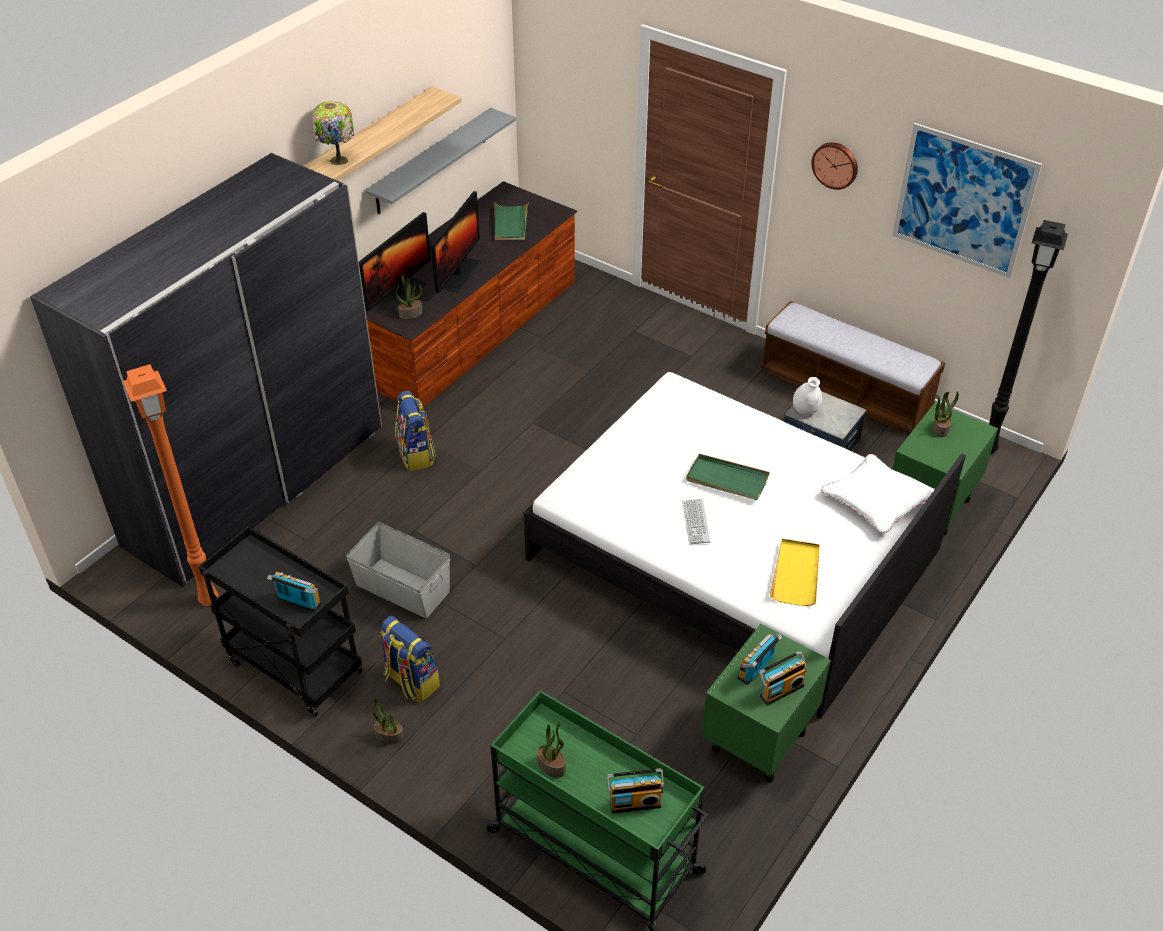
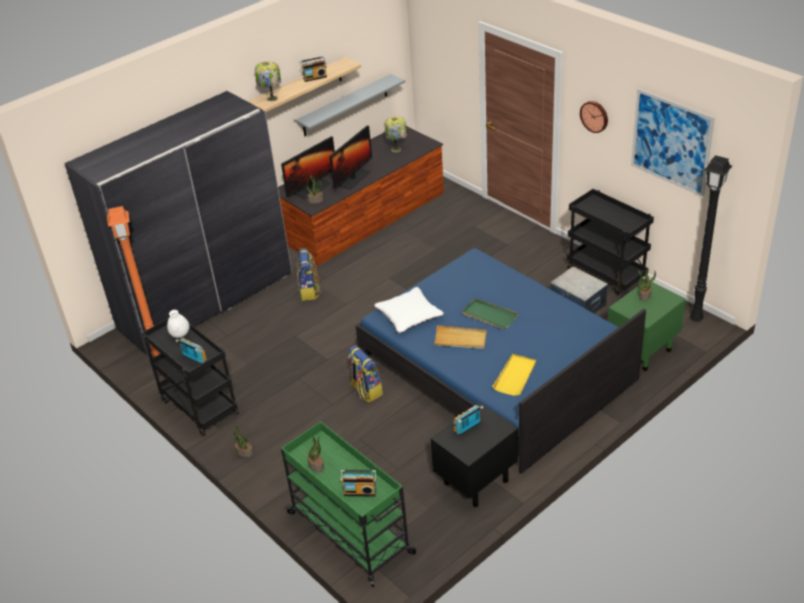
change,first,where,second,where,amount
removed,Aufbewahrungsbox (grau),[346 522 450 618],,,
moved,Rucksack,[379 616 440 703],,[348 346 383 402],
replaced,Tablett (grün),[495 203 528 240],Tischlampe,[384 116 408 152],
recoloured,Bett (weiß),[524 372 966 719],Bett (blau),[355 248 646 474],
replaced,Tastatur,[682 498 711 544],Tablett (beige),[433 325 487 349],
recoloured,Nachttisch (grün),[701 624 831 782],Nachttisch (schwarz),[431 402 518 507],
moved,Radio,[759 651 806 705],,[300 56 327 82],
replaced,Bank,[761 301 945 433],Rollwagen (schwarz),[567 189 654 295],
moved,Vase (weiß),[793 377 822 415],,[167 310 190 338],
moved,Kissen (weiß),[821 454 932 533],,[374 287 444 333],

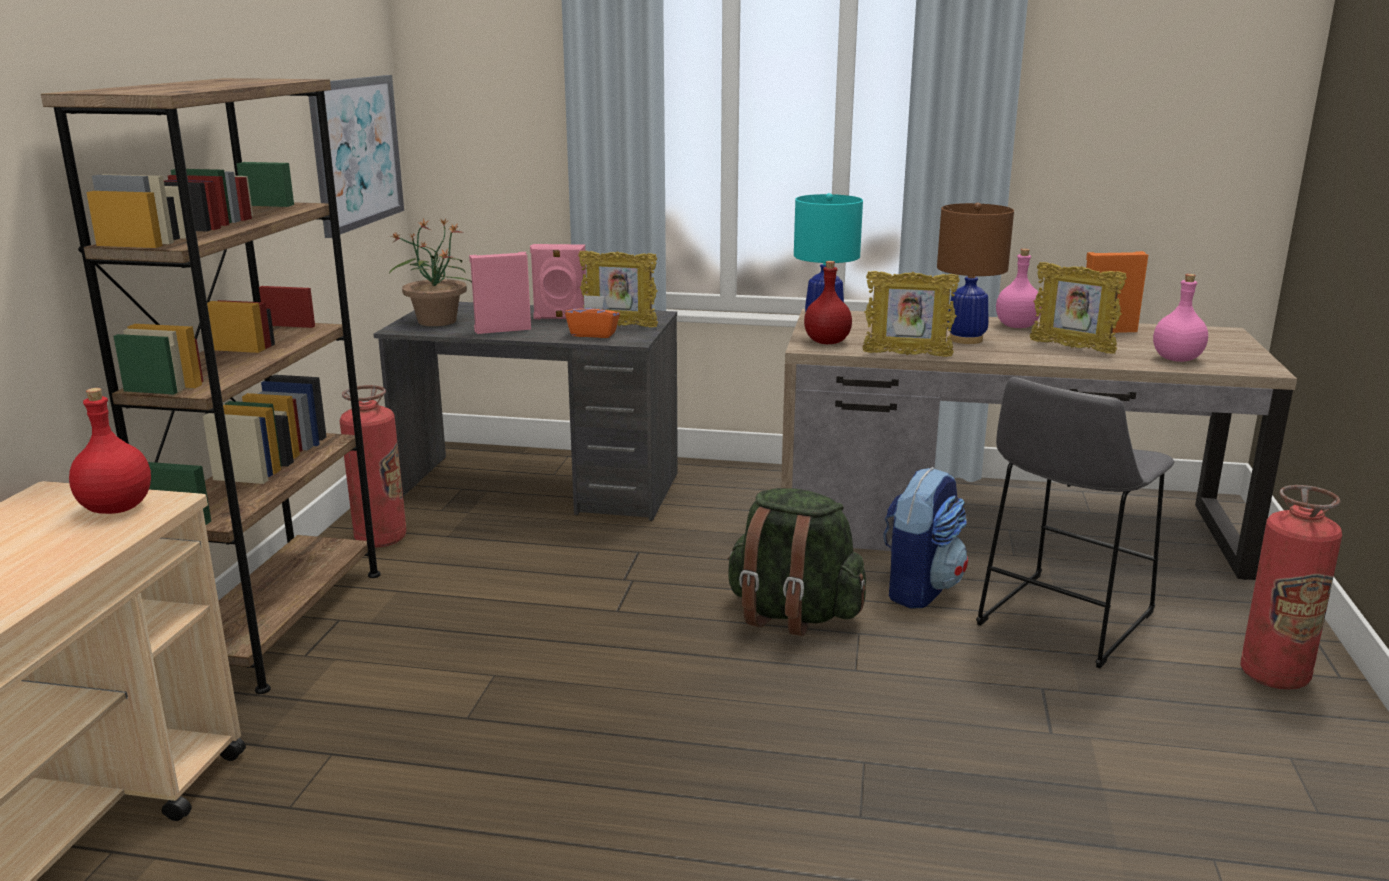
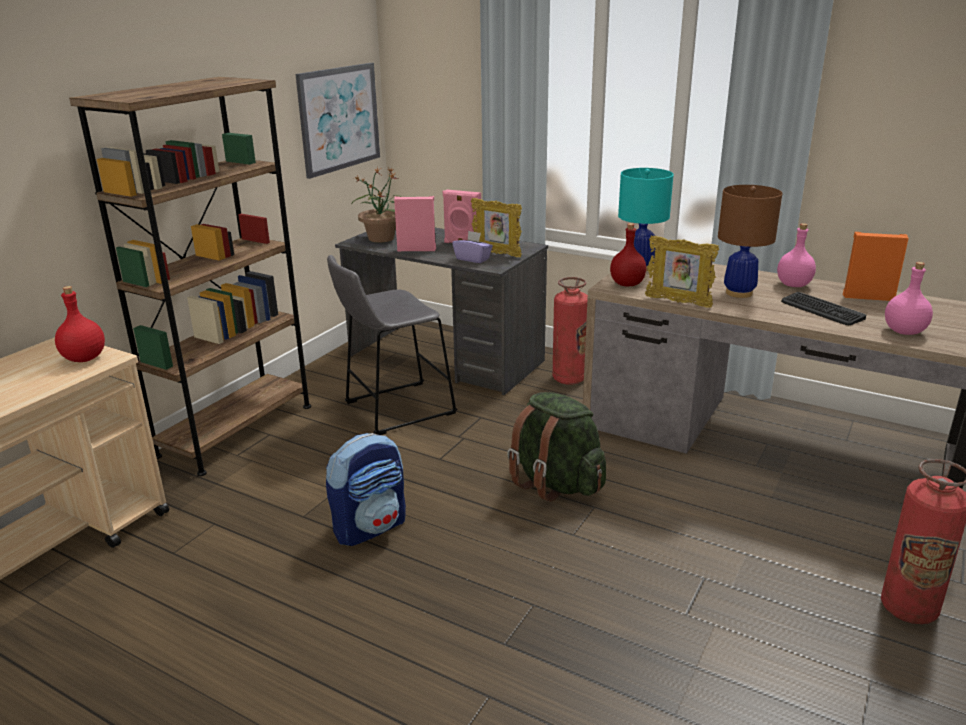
change,first,where,second,where,amount
moved,Feuerlöscher,[340 385 407 547],,[552 277 588 385],
recoloured,Taschentuchbox (orange),[565 295 620 338],Taschentuchbox (lila),[452 231 493 263],
moved,Rucksack,[884 467 968 609],,[326 433 406 546],
moved,Hocker (grau),[976 377 1174 668],,[327 255 457 435],
replaced,Bilderrahmen,[1030 262 1127 354],Tastatur,[781 292 866 325],

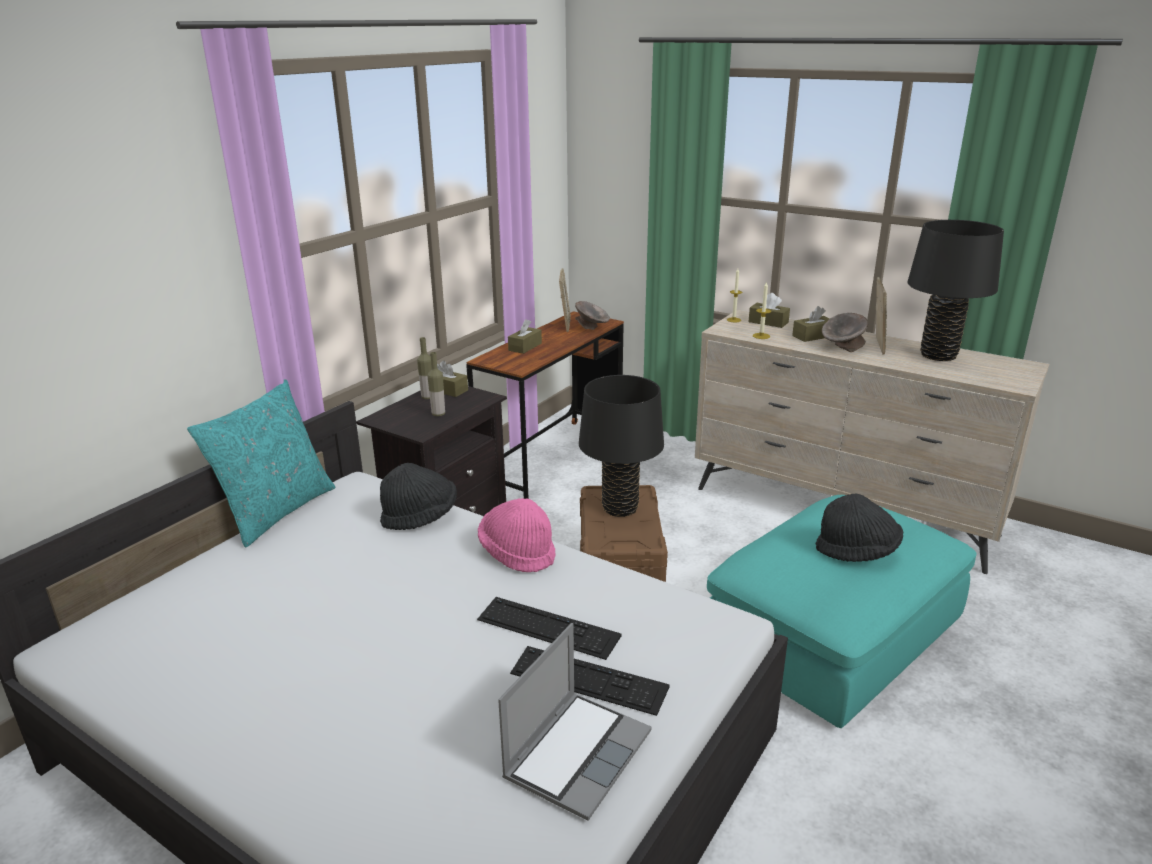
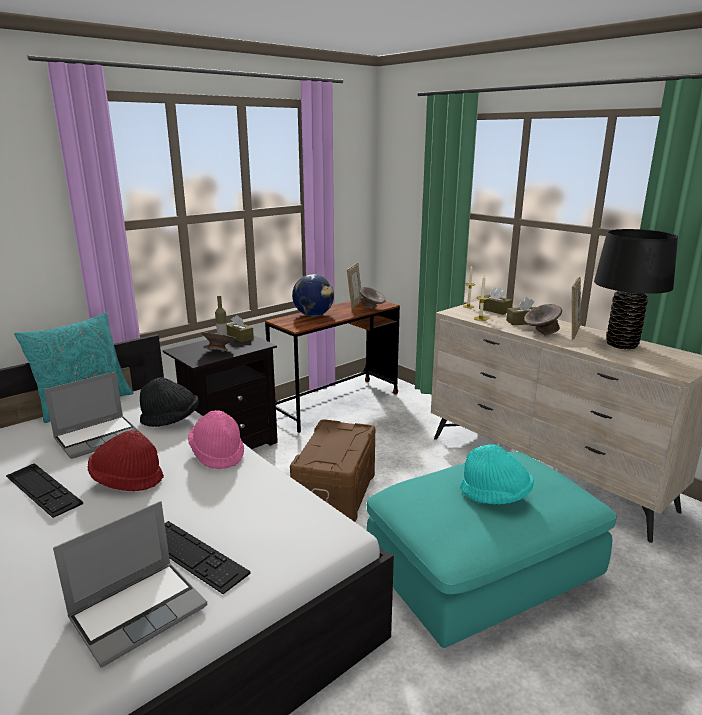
change,first,where,second,where,amount
replaced,Flasche,[428 352 445 416],Schüssel (grau),[202 332 237 351],
moved,Tastatur,[477 597 621 660],,[6 463 83 518],
replaced,Taschentuchbox (braun),[508 319 542 354],Globus,[292 274 334 316],
removed,Tischlampe (schwarz),[579 375 664 517],,,
recoloured,Hut (schwarz),[816 494 903 562],Hut (türkis),[460 444 534 505],
added,,,Laptop,[44 372 141 459],
added,,,Hut (rot),[87 430 164 491],

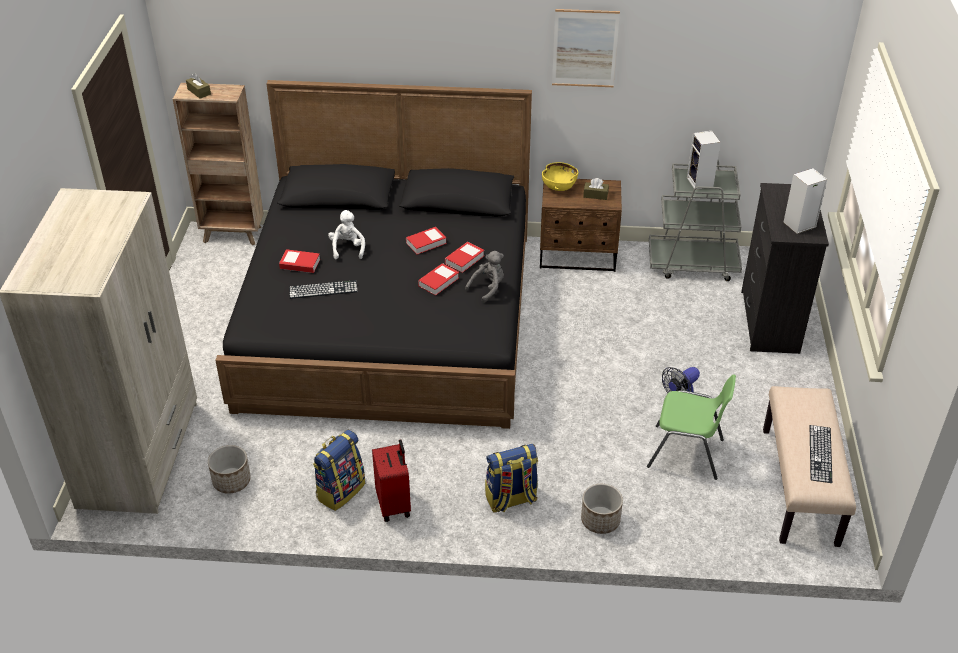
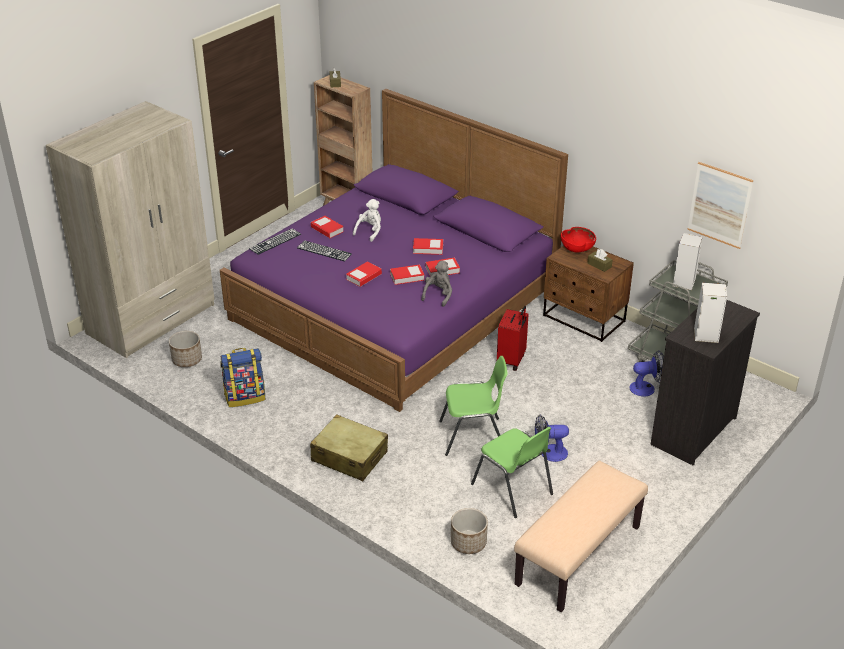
change,first,where,second,where,amount
recoloured,Bett (schwarz),[215 80 532 429],Bett (lila),[220 89 568 412],
moved,Koffer (rot),[372 439 411 522],,[497 306 529 371],
turned,Plüschtier (grau),[465 251 504 303],,[421 261 452 307],60 degrees counterclockwise
replaced,Rucksack,[485 444 538 512],Koffer (beige),[310 414 388 481],
recoloured,Schüssel (gelb),[542 162 578 191],Schüssel (rot),[561 227 596 252],
moved,Bild,[552 9 620 87],,[687 162 753 249],
moved,Pflanzkübel,[581 484 623 534],,[451 508 488 554],
moved,Tastatur,[810 425 832 483],,[249 228 301 255],
added,,,Buch,[346 261 382 287],
added,,,Stuhl (grün),[439 356 508 456],
added,,,Ventilator,[630 351 664 396],

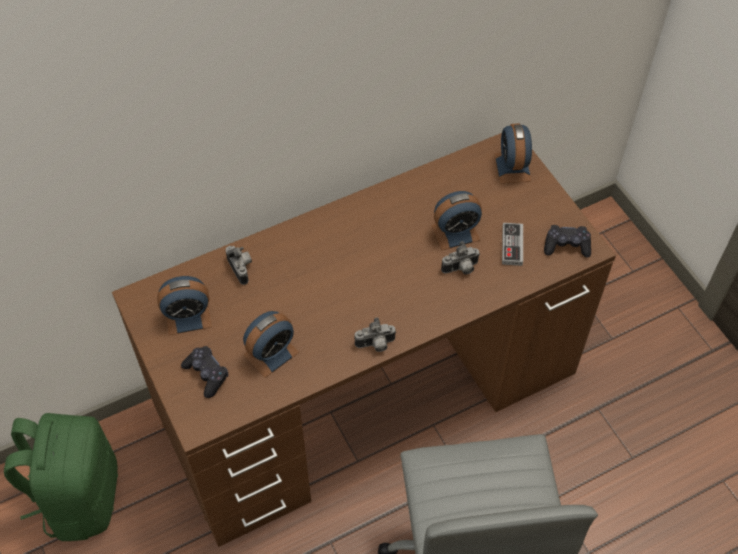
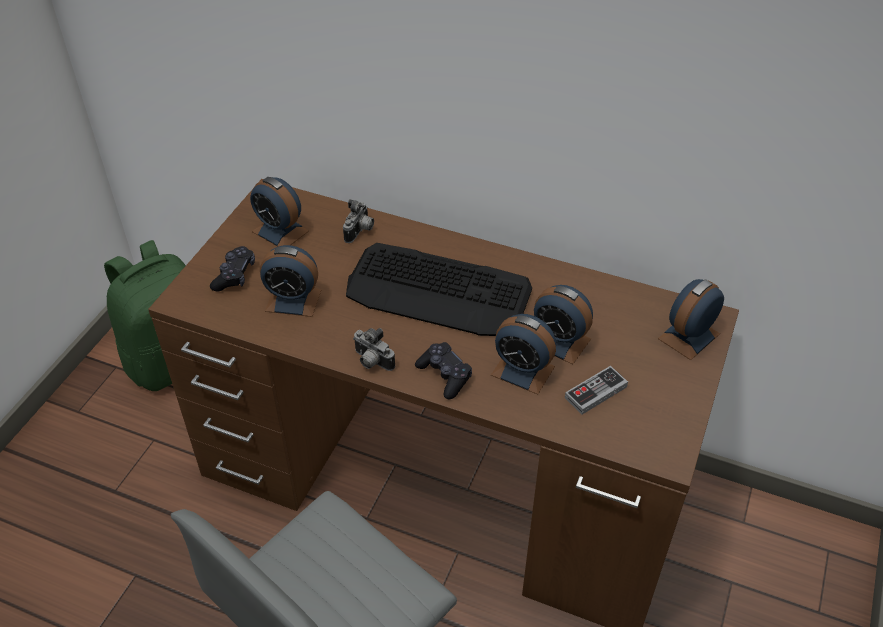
change,first,where,second,where,amount
replaced,Kamera,[441 241 480 274],Wecker,[491 314 556 395],
moved,Gamepad (schwarz),[544 225 591 257],,[415 342 472 399],
added,,,Tastatur,[346 243 532 336],

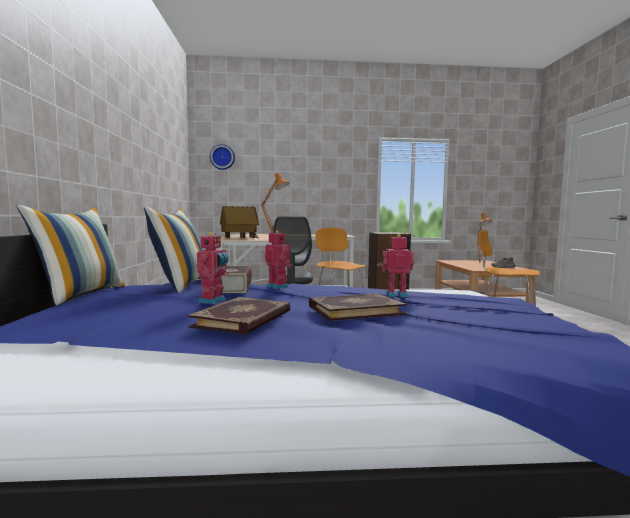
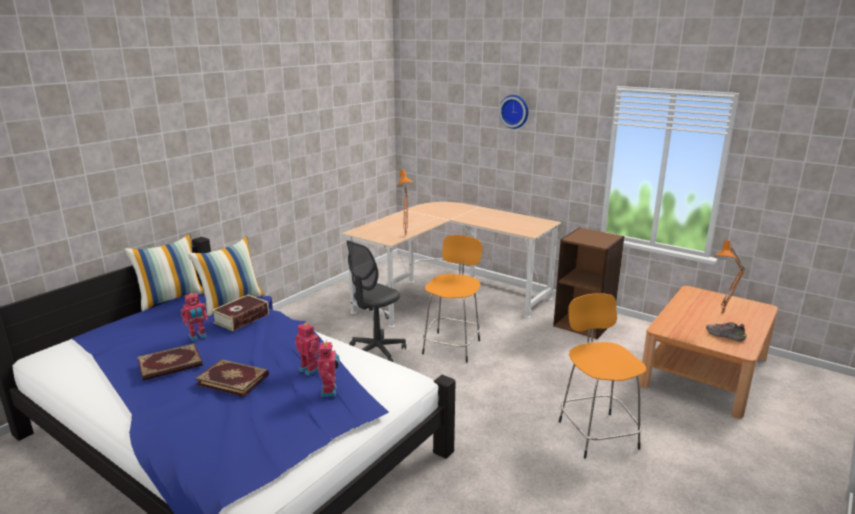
change,first,where,second,where,amount
moved,Wanduhr,[210 144 235 170],,[499 95 528 129],
removed,Spielzeughaus,[220 206 259 238],,,
moved,Spielzeugroboter,[265 230 292 289],,[317 340 339 397],

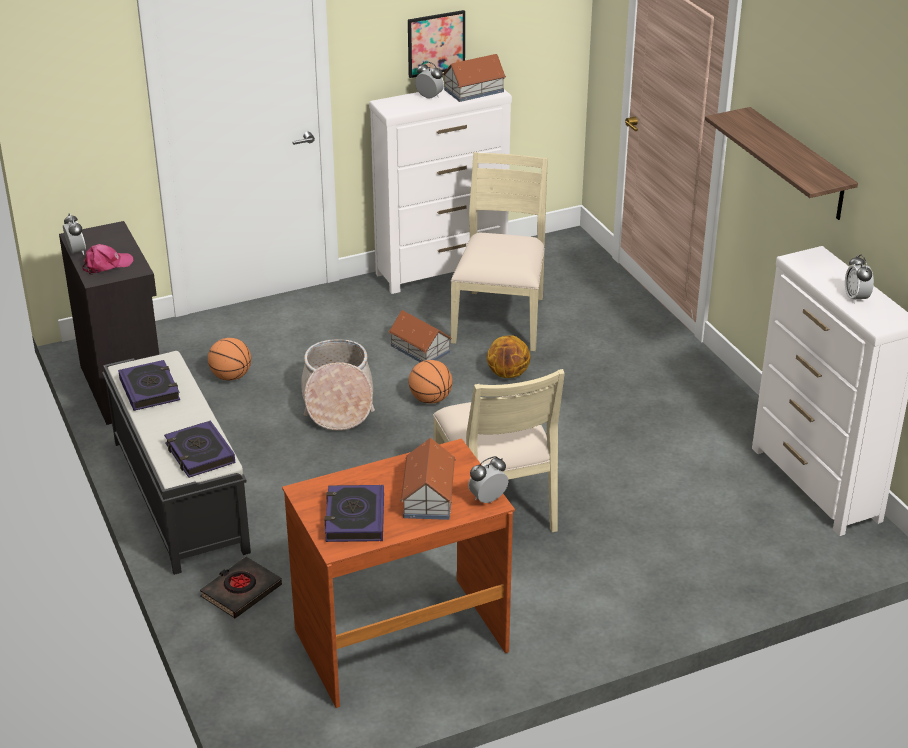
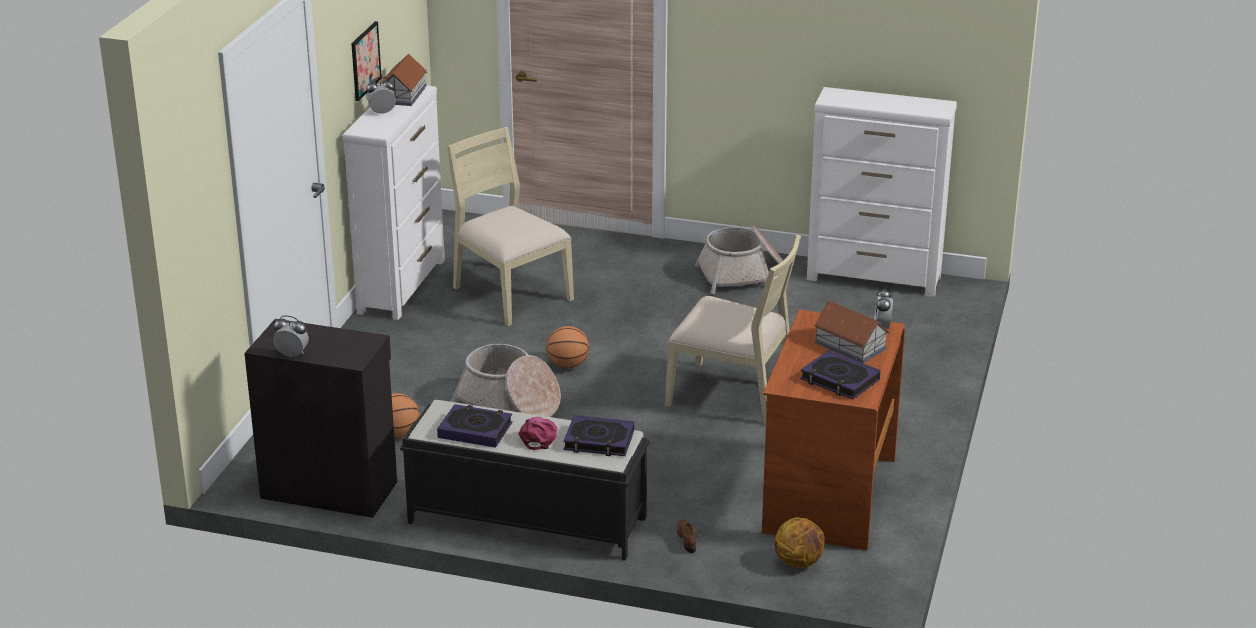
change,first,where,second,where,amount
moved,Kappe (rosa),[82 244 133 275],,[519 417 557 450],
replaced,Buch (schwarz),[200 557 282 618],Schuh (braun),[677 520 697 553],
removed,Spielzeughaus,[388 310 452 362],,,
moved,Basketball,[487 335 530 378],,[774 517 825 567],
removed,Wandregal,[705 107 858 220],,,
removed,Wecker,[845 254 874 304],,,
added,,,Korb,[695 226 791 294],

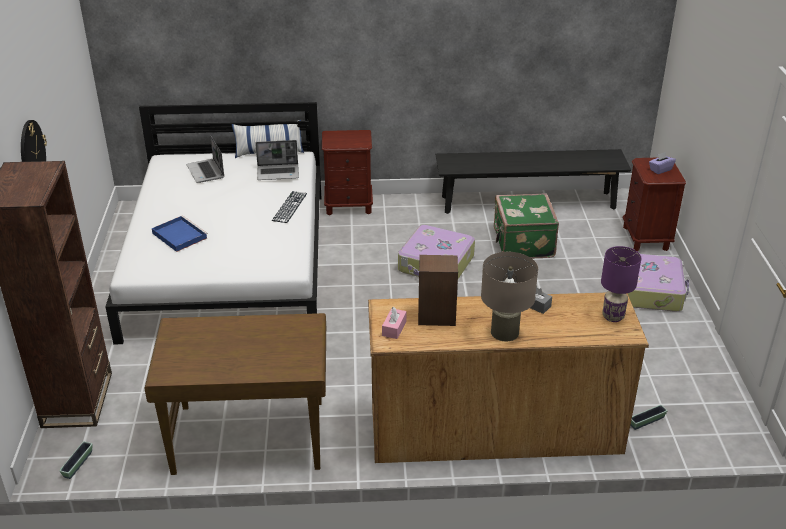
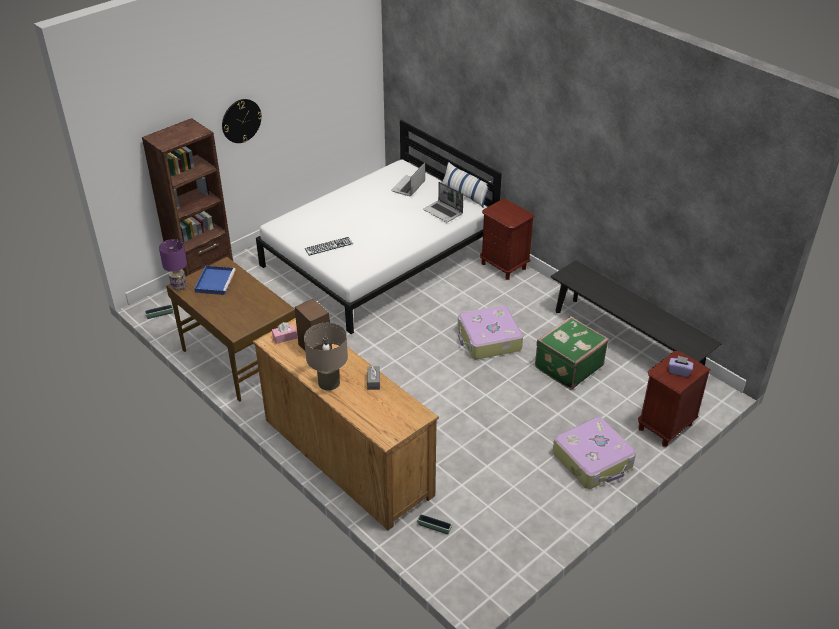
change,first,where,second,where,amount
moved,Tablett (blau),[152 215 208 252],,[194 266 236 295],
moved,Tastatur,[272 191 307 223],,[304 237 353 256],
moved,Tischlampe (lila),[601 246 641 322],,[159 239 187 291],

